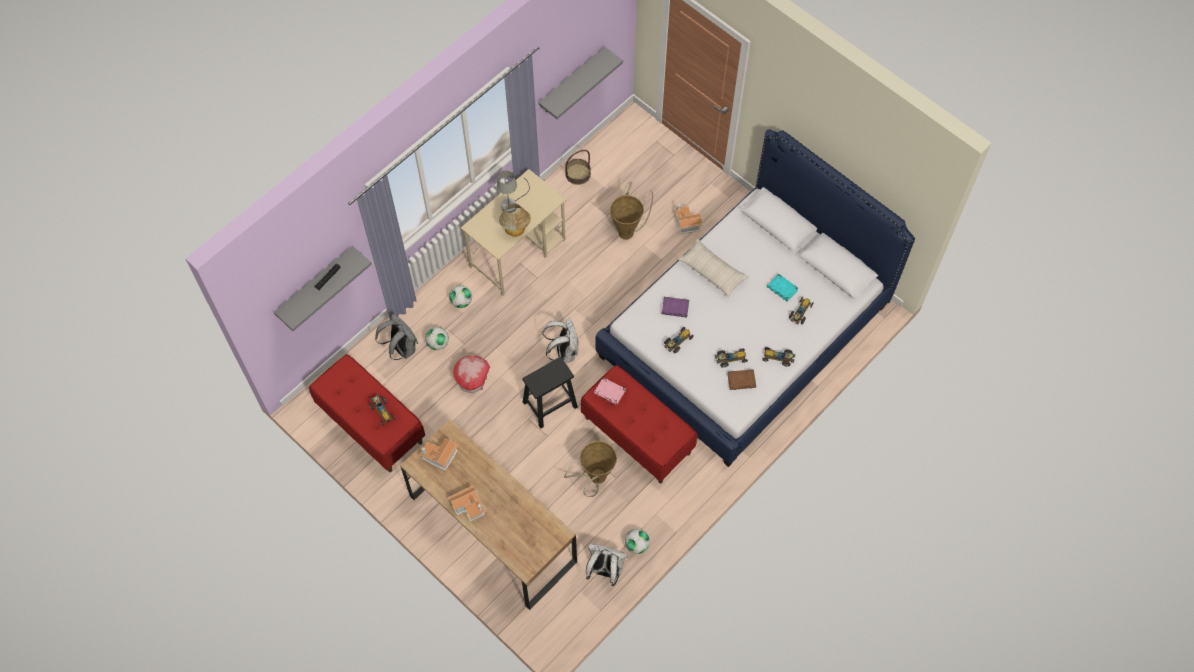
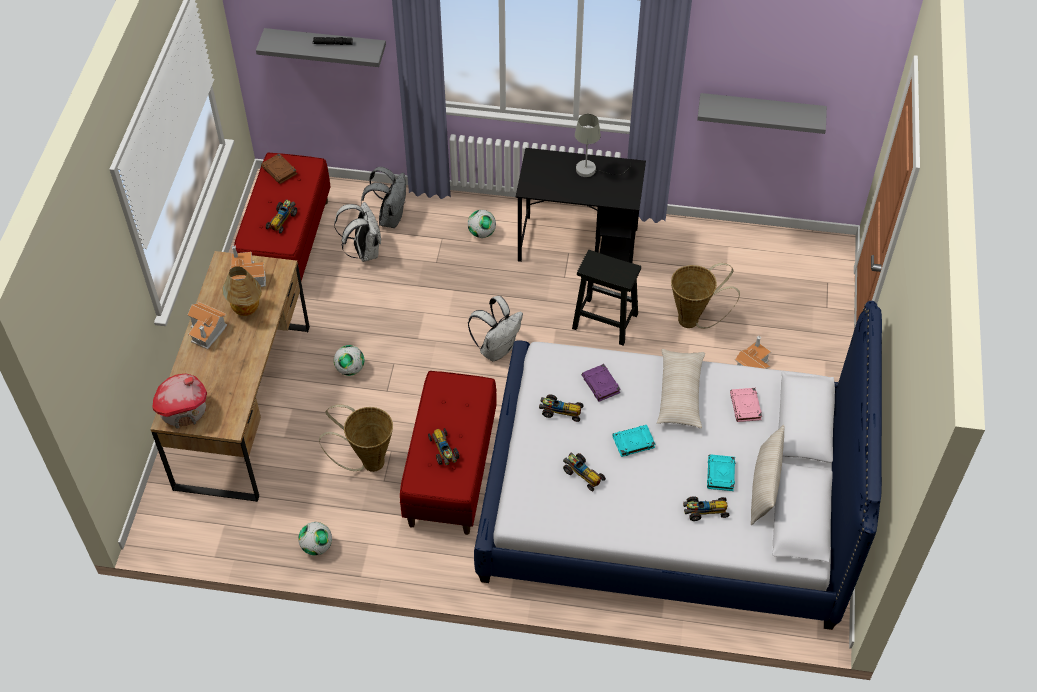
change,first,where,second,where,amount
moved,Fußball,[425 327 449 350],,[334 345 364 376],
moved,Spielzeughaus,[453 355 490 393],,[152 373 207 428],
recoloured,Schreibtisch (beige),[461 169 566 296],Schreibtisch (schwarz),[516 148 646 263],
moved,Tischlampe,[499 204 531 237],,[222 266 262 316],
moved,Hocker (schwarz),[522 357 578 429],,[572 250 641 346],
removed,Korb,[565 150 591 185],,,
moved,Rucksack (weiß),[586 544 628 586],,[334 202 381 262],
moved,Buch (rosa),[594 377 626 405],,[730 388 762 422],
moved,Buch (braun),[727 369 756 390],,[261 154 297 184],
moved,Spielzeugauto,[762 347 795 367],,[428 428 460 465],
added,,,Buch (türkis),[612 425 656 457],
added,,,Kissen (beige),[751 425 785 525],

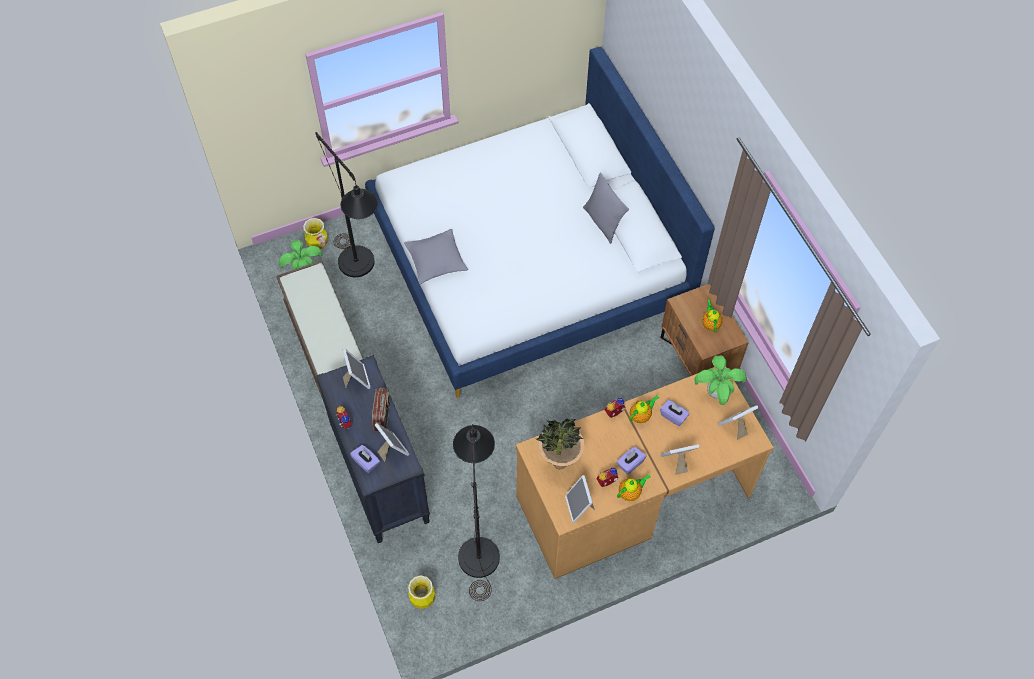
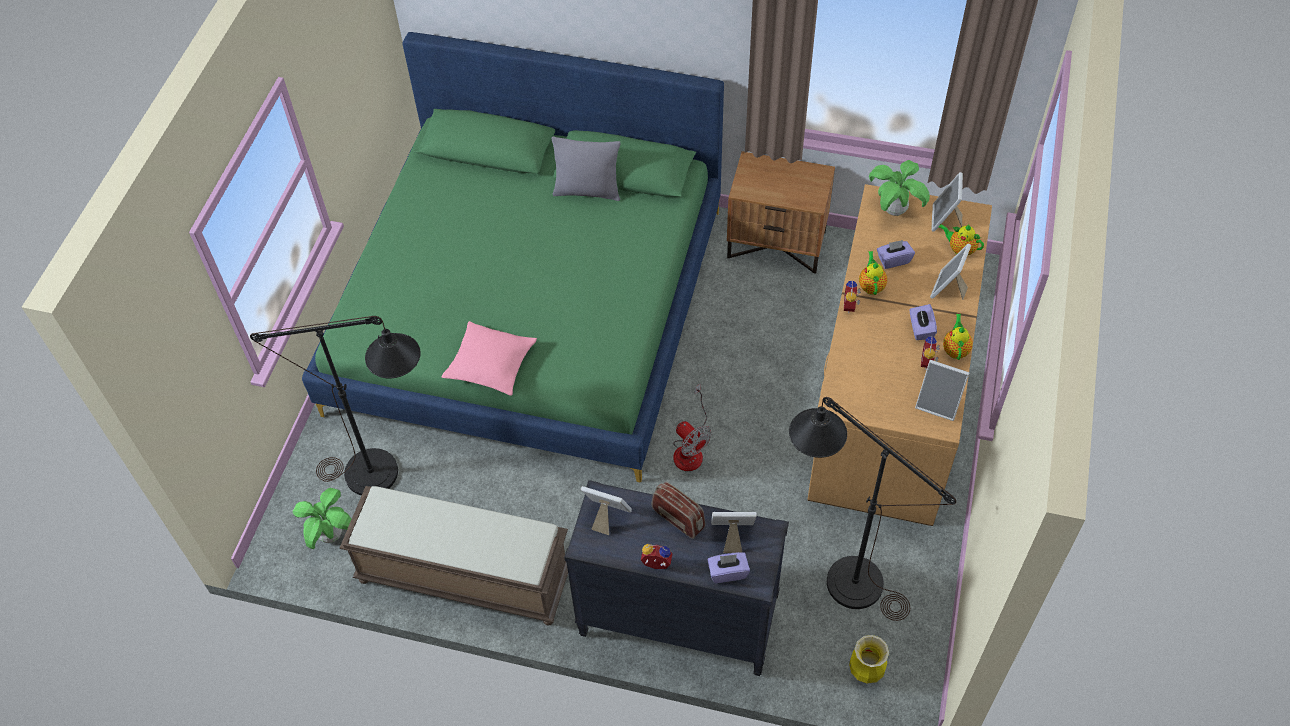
change,first,where,second,where,amount
removed,Vase,[303 218 328 250],,,
recoloured,Bett (weiß),[365 47 715 398],Bett (grün),[302 32 724 483],
recoloured,Kissen (grau),[404 229 468 284],Kissen (rosa),[441 321 537 396],
removed,Topfpflanze,[537 418 585 469],,,
moved,Teekanne,[702 300 722 332],,[938 224 984 255],
added,,,Ventilator,[673 384 711 471],

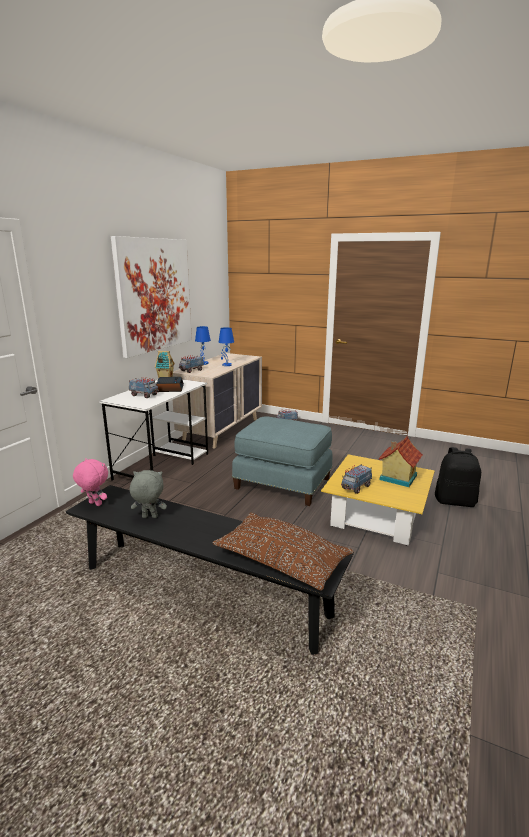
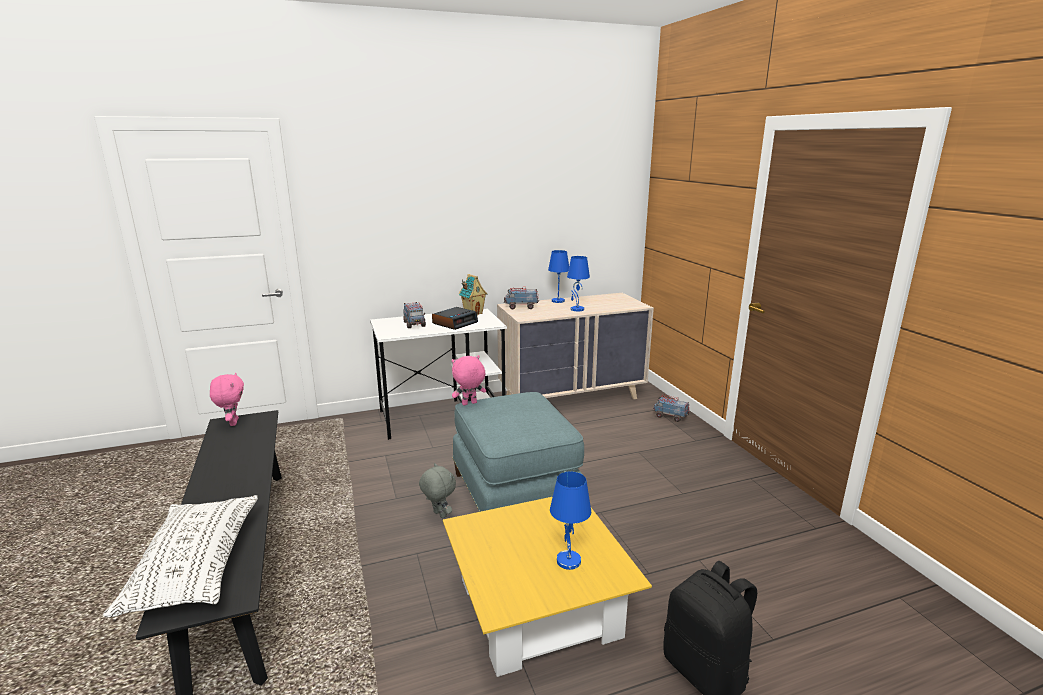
change,first,where,second,where,amount
removed,Bild,[111 236 192 358],,,
moved,Plüschtier (grau),[130 470 167 518],,[419 463 456 519],
recoloured,Kissen (braun),[212 513 354 591],Kissen (weiß),[103 495 258 618],
removed,Spielzeuglaster,[341 464 372 494],,,
replaced,Spielzeughaus,[378 436 423 487],Tischlampe (blau),[550 471 591 570],
added,,,Plüschtier (rosa),[452 355 486 405],

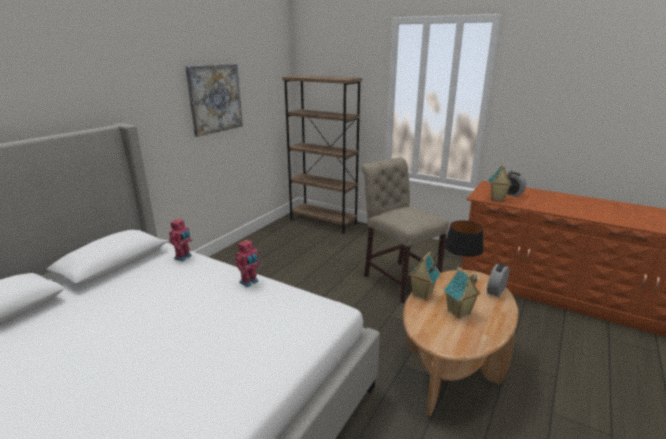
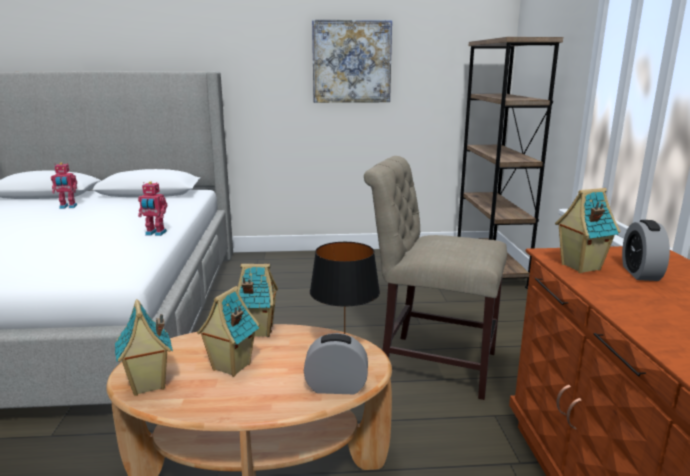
change,first,where,second,where,amount
moved,Spielzeugroboter,[169 219 193 261],,[51 163 77 209],
turned,Stuhl (beige),[362 157 449 303],,[364 156 507 400],90 degrees counterclockwise
added,,,Spielzeughaus,[115 299 173 396],

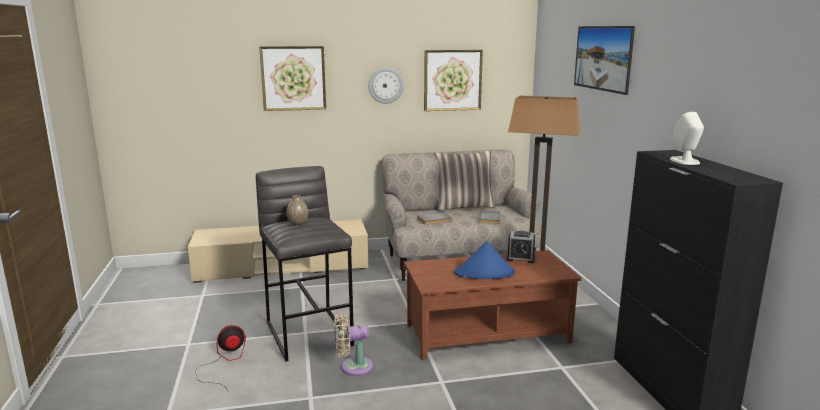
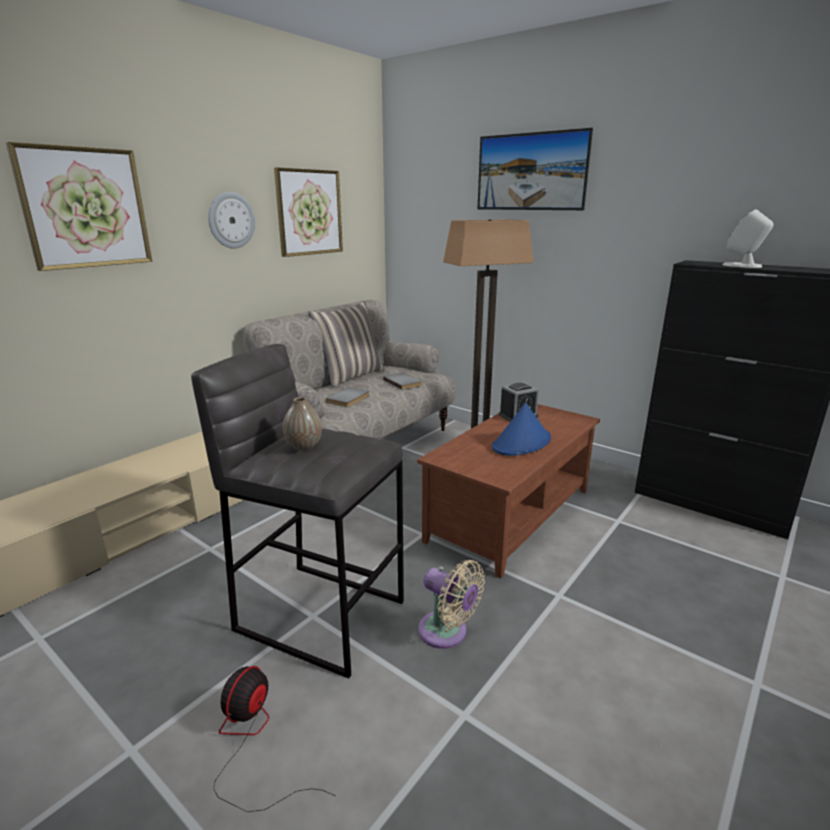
change,first,where,second,where,amount
turned,Ventilator (beige),[334 313 373 376],,[418 560 485 649],90 degrees counterclockwise

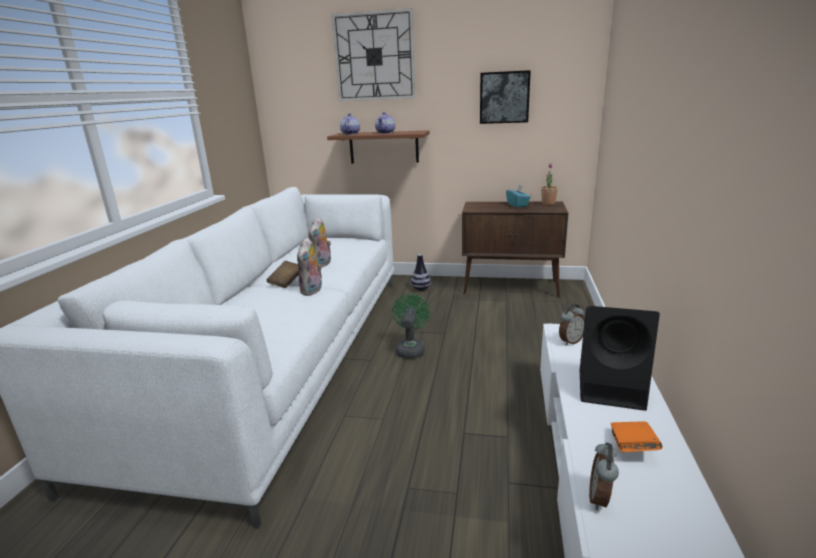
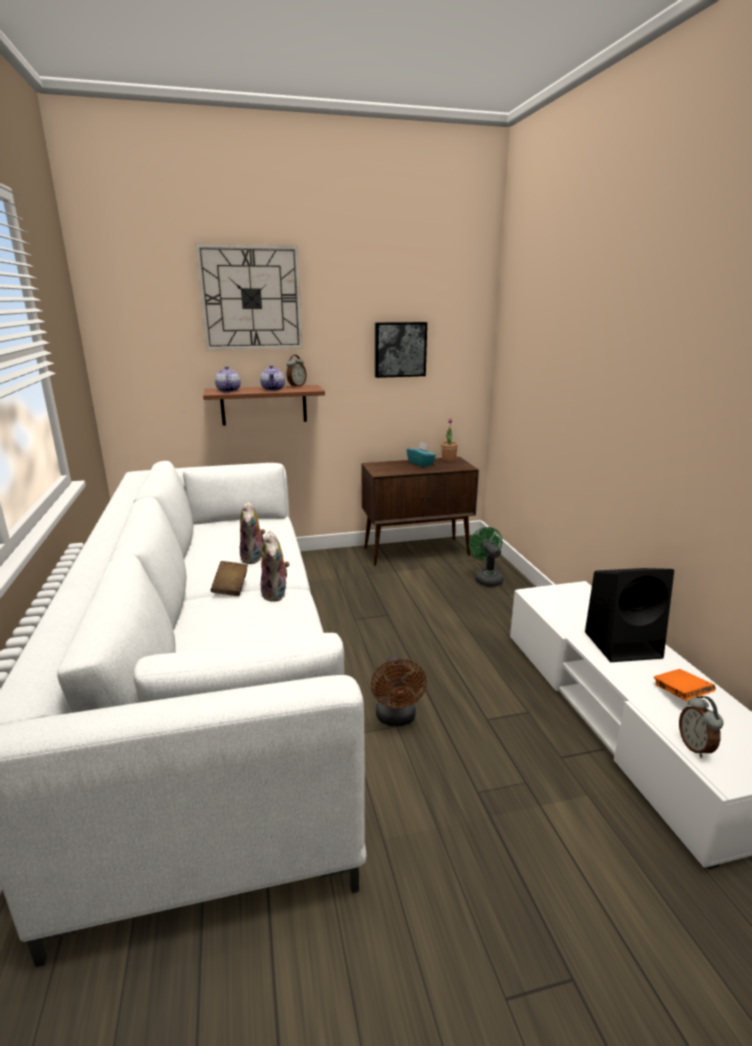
change,first,where,second,where,amount
moved,Ventilator (grün),[392 294 430 359],,[469 527 503 587],
removed,Vase,[411 254 431 291],,,
moved,Wecker,[559 304 585 346],,[286 355 307 388],
added,,,Ventilator (braun),[371 655 427 726],

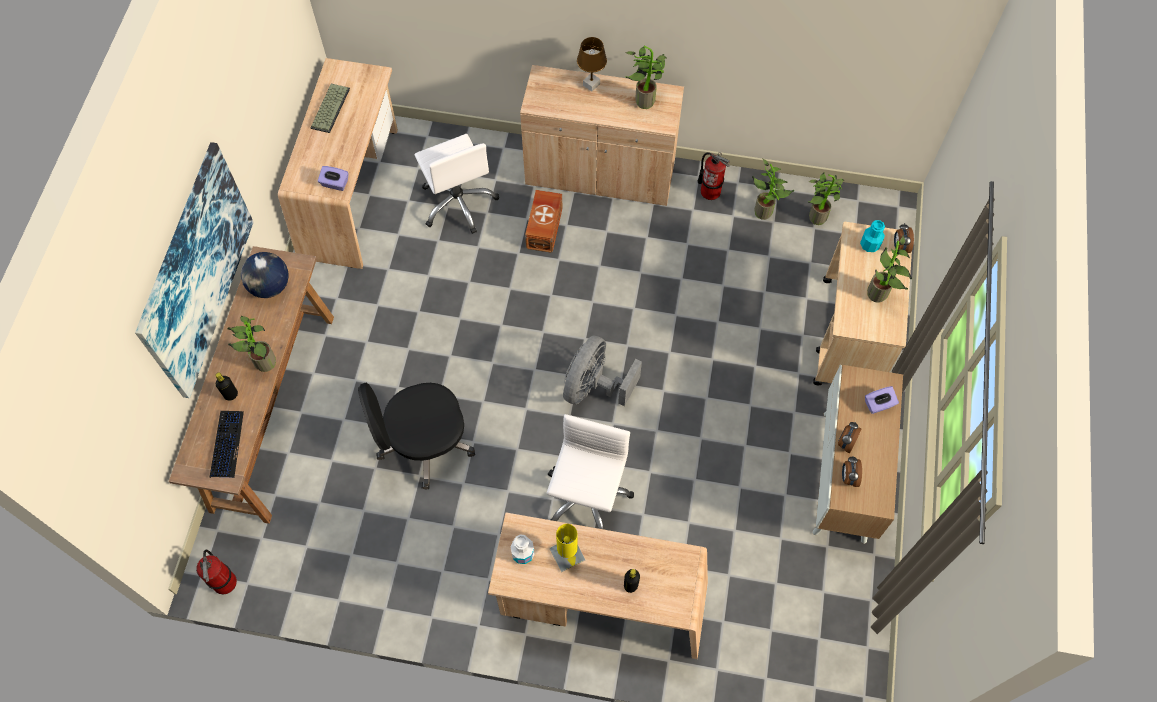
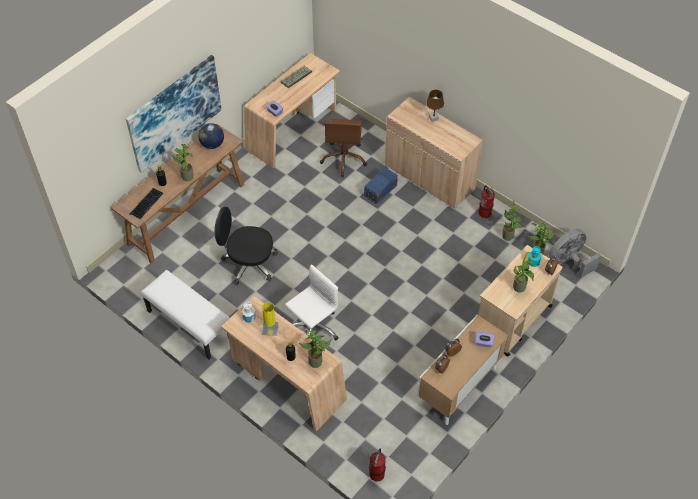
change,first,where,second,where,amount
moved,Feuerlöscher,[196 550 237 594],,[369 448 386 482],
recoloured,Bürostuhl (weiß),[414 134 499 234],Bürostuhl (braun),[320 119 367 177],
recoloured,Aufbewahrungsbox (braun),[525 190 562 253],Aufbewahrungsbox (blau),[364 167 398 205],
moved,Ventilator (grau),[563 335 642 406],,[549 229 601 278],
moved,Topfpflanze,[625 45 667 109],,[299 329 332 368],
added,,,Bank (weiß),[141 270 230 360],

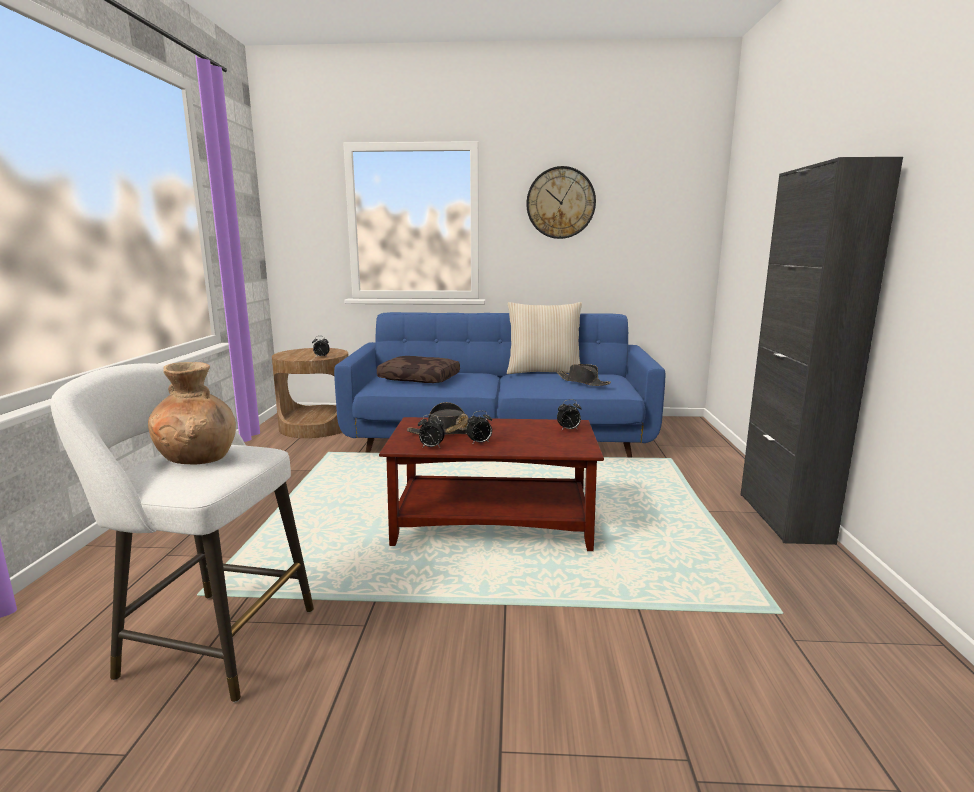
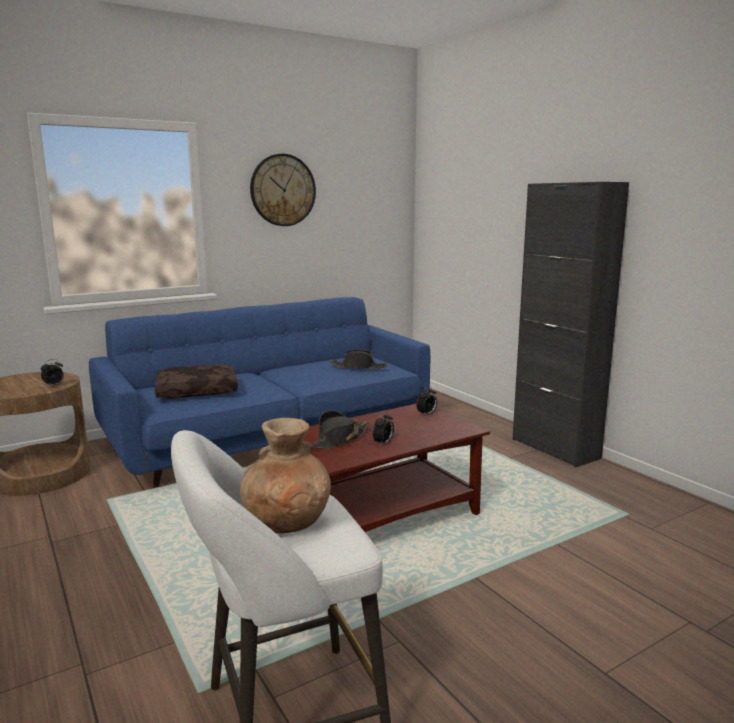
change,first,where,second,where,amount
removed,Wecker,[418 415 445 447],,,
removed,Kissen (beige),[507 302 582 374],,,

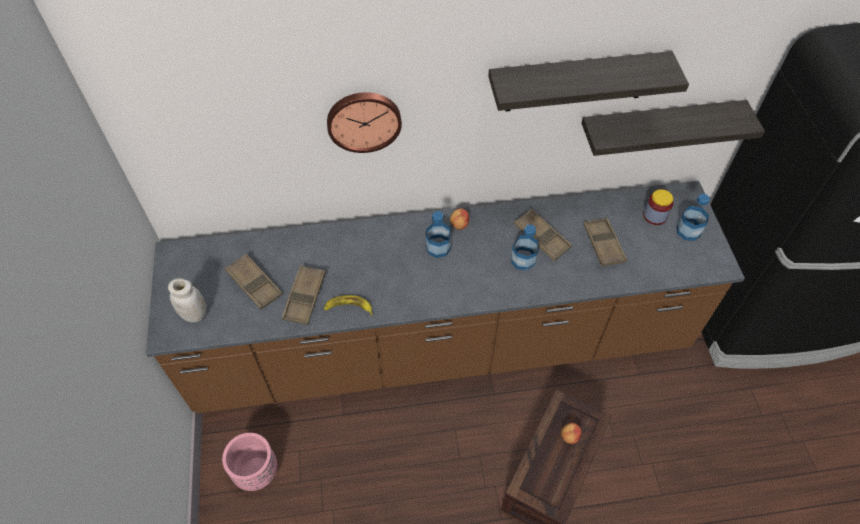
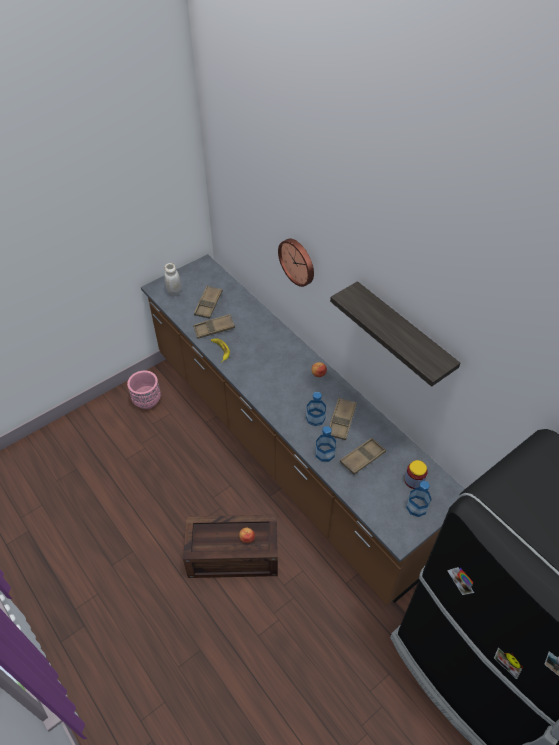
change,first,where,second,where,amount
moved,Flasche,[426 211 451 258],,[316 426 336 462],
removed,Wandregal,[581 100 765 156],,,

